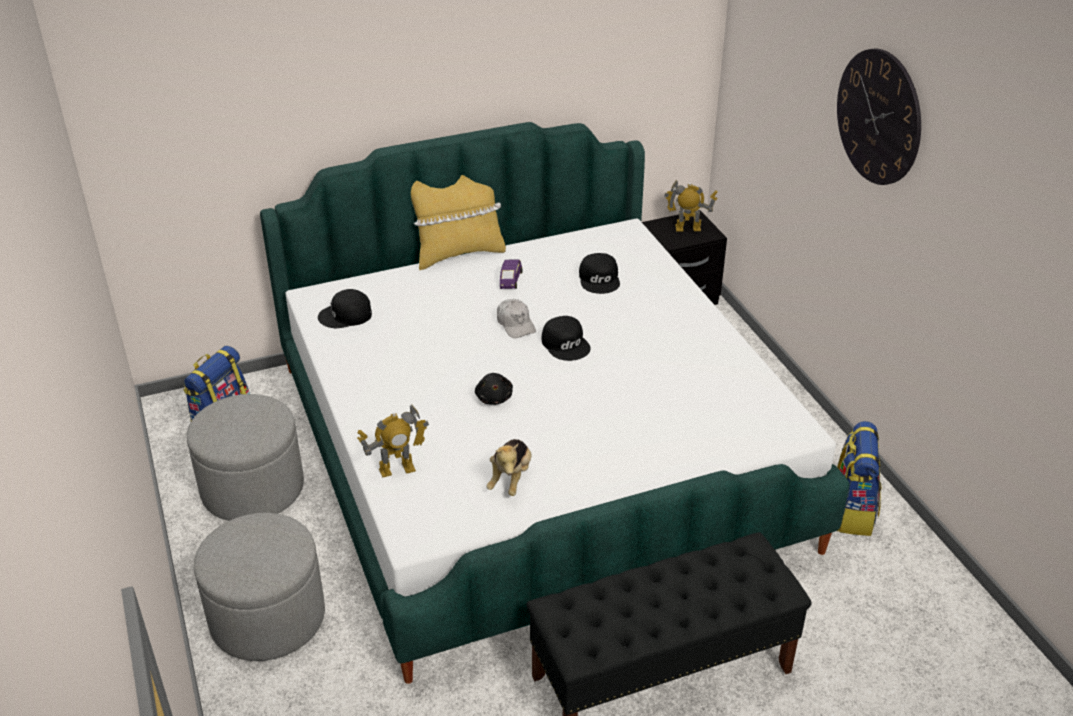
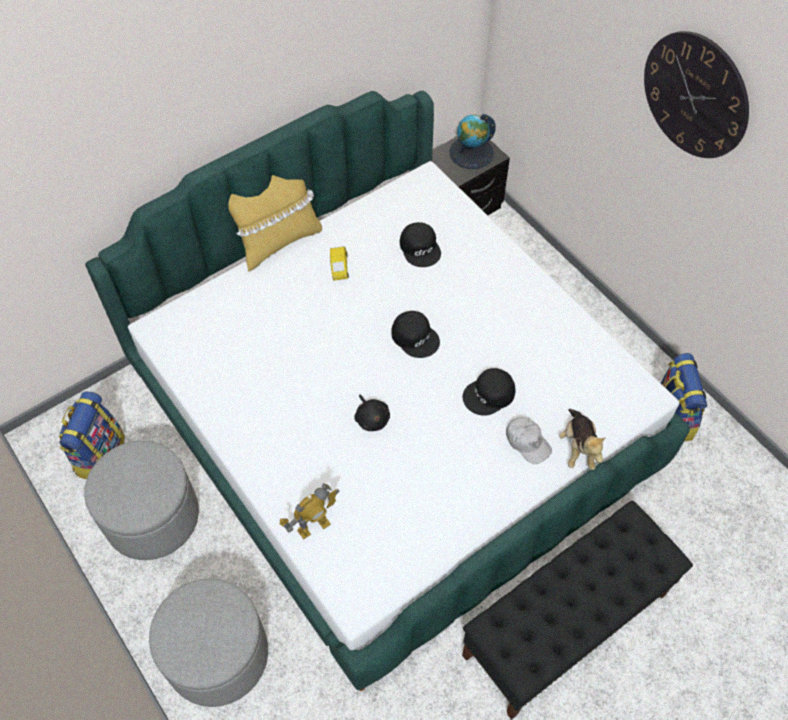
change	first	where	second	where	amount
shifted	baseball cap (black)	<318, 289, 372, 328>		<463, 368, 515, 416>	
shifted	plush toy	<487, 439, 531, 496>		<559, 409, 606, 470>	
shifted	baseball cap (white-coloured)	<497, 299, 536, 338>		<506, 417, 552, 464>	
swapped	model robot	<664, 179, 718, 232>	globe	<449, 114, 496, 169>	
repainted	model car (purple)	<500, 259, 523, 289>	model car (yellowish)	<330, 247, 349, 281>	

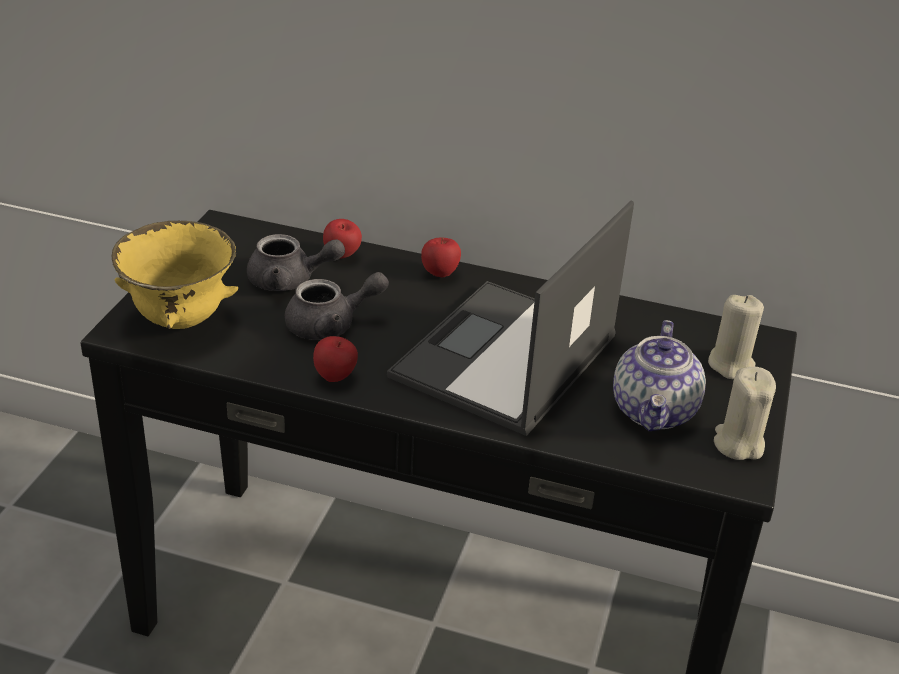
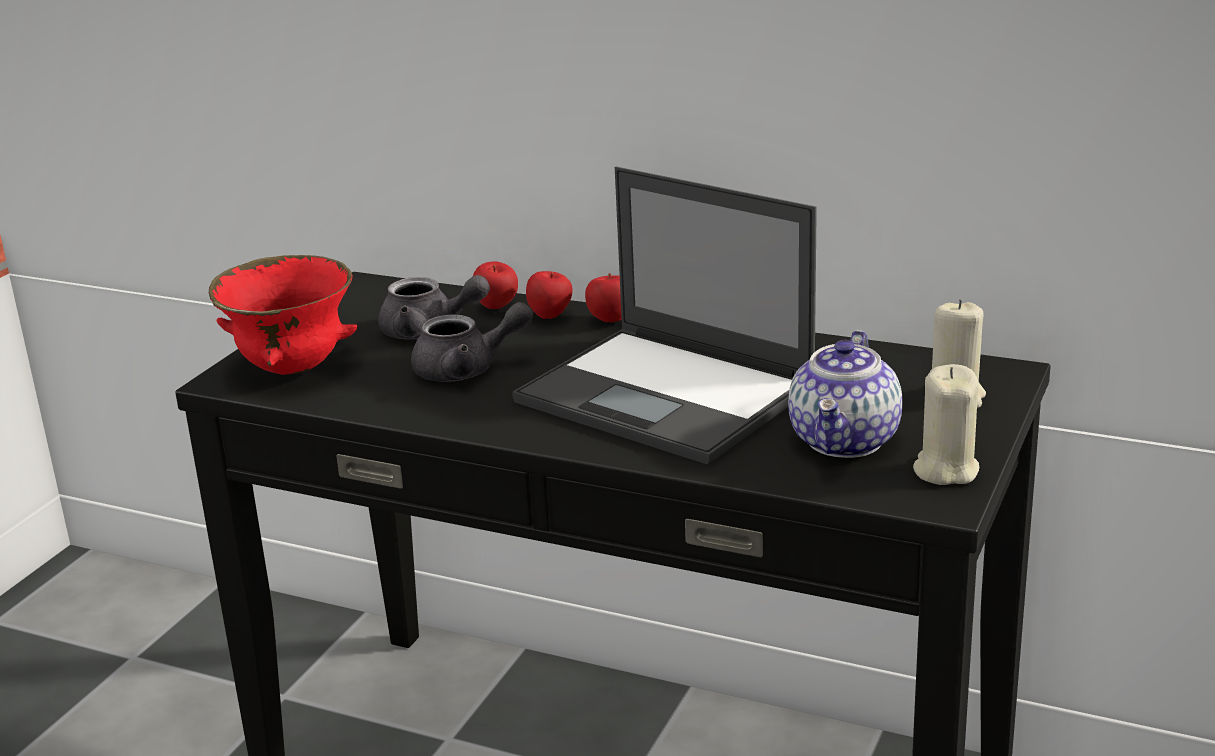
change	first	where	second	where	amount
shifted	whole apple	<313, 336, 358, 382>		<526, 271, 573, 319>	
repainted	deep dish (yellowish)	<112, 221, 238, 329>	deep dish (reddish)	<208, 255, 357, 375>	
rotated	notebook computer	<387, 201, 634, 436>		<512, 167, 817, 465>	90 degrees counterclockwise

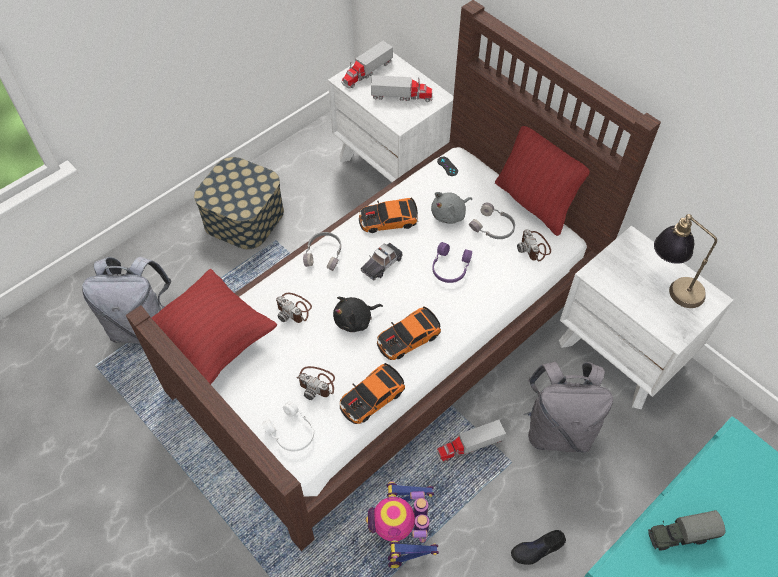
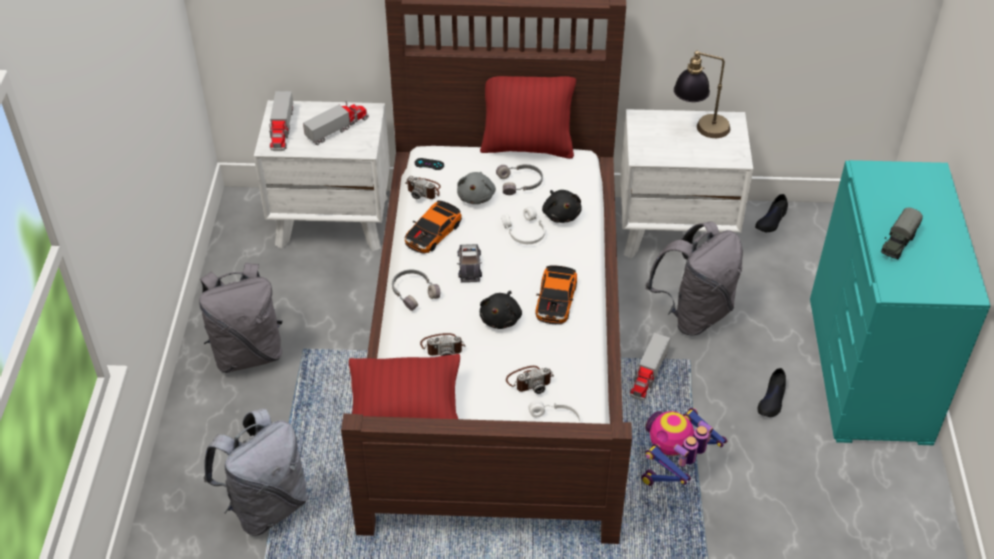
change	first	where	second	where	amount
gone	model car	<340, 363, 405, 424>			
new			plush toy (black)	<542, 190, 582, 223>	
new			low shoe (black)	<755, 194, 788, 232>	
shifted	still camera	<517, 229, 551, 261>		<405, 176, 441, 199>	
swapped	storage container	<194, 157, 284, 249>	rucksack (greyish)	<199, 263, 283, 373>	
repainted	headset (purple)	<432, 242, 472, 283>	headset (white-coloured)	<501, 206, 545, 244>	
rotated	model robot	<366, 481, 439, 568>		<641, 408, 727, 486>	90 degrees clockwise

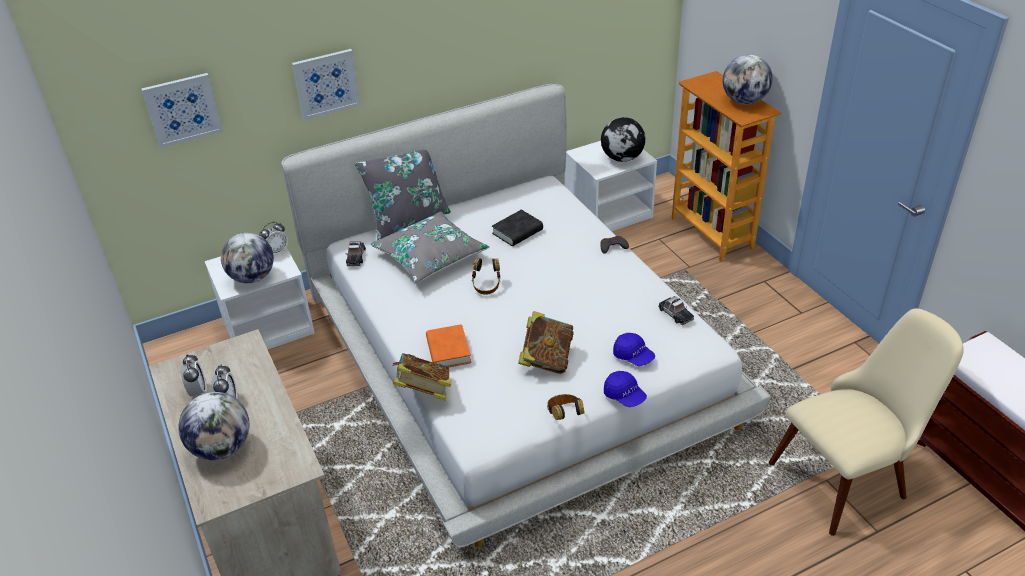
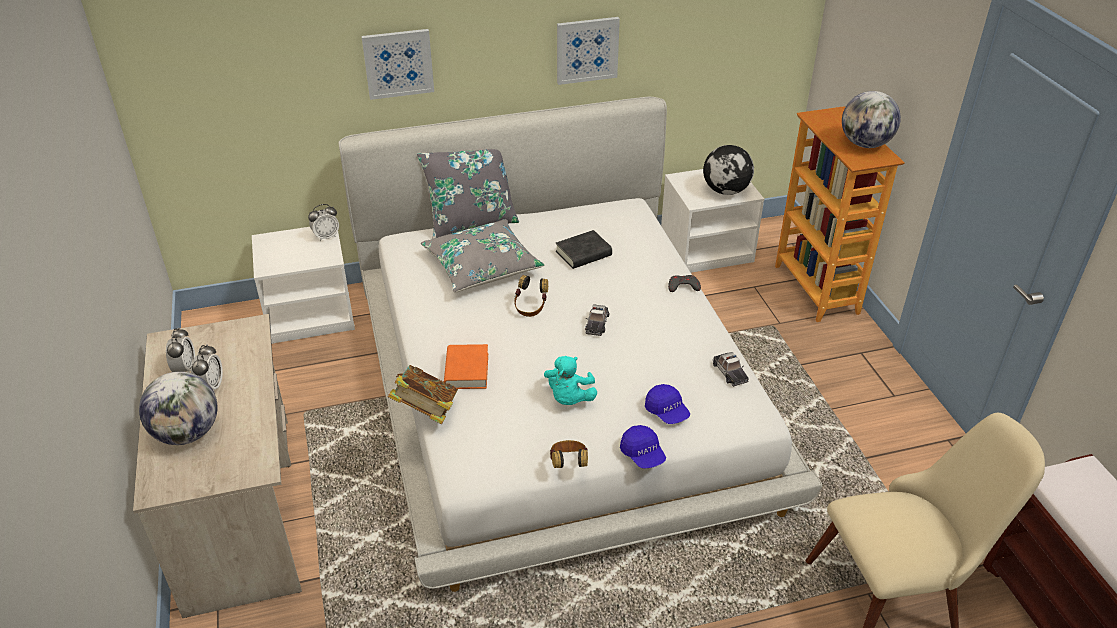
change	first	where	second	where	amount
gone	globe	<221, 232, 274, 283>			
shifted	wall art	<141, 73, 223, 148>		<557, 17, 620, 85>	
shifted	model car	<345, 241, 366, 266>		<585, 304, 609, 336>	
swapped	book	<518, 311, 574, 374>	plush toy (turquoise-coloured)	<544, 356, 597, 405>	

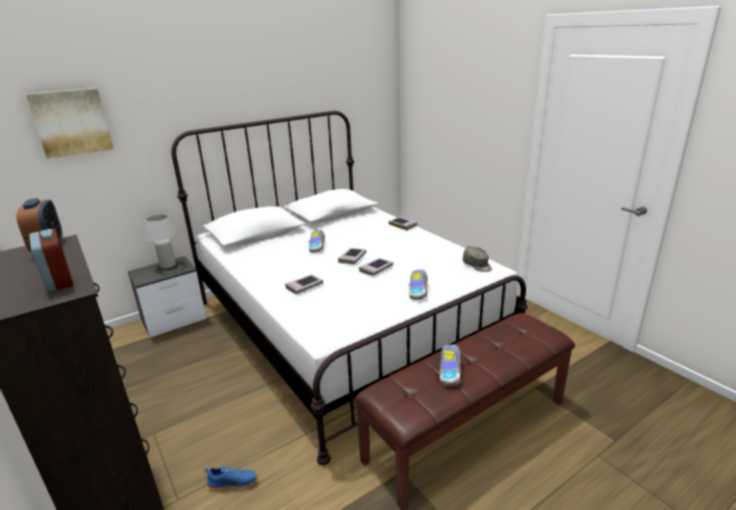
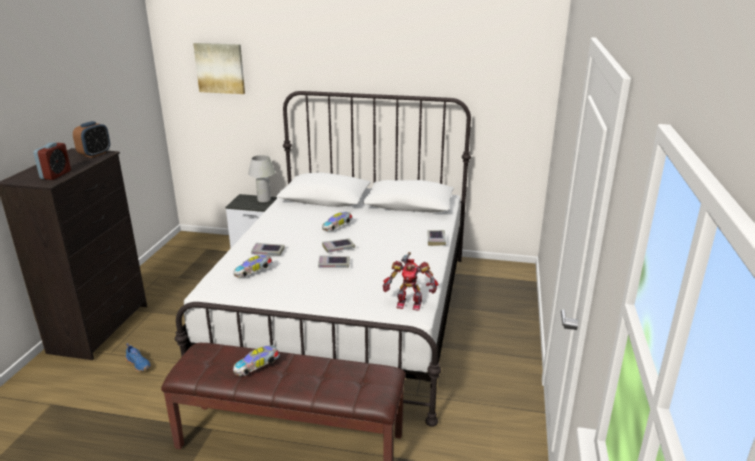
change	first	where	second	where	amount
shifted	model car	<408, 270, 428, 300>		<233, 255, 273, 277>	
swapped	baseball cap (greyish)	<463, 246, 492, 272>	model robot	<383, 252, 439, 311>	

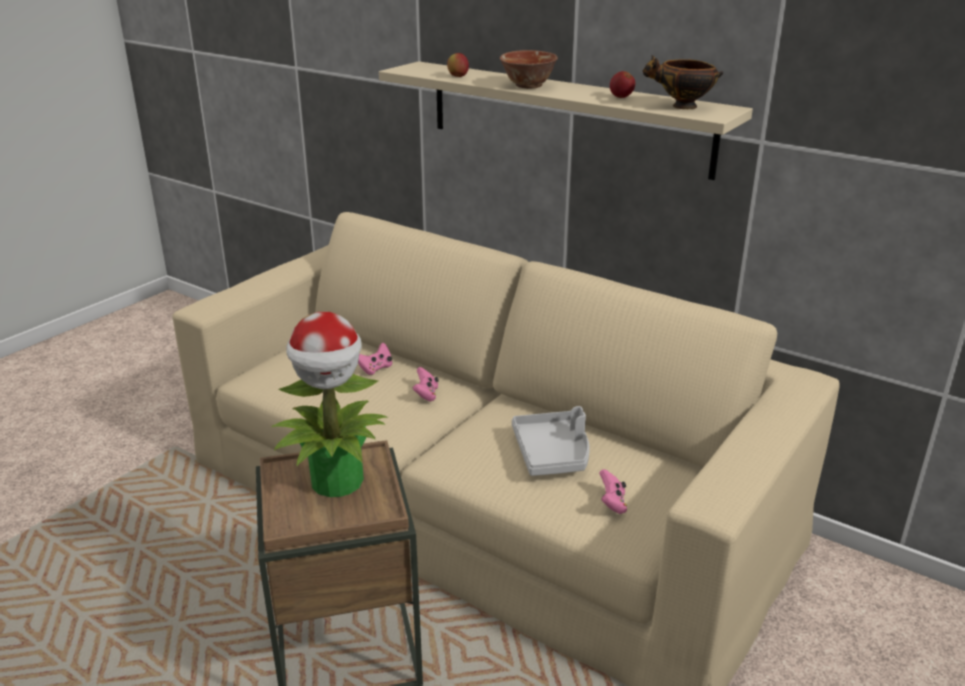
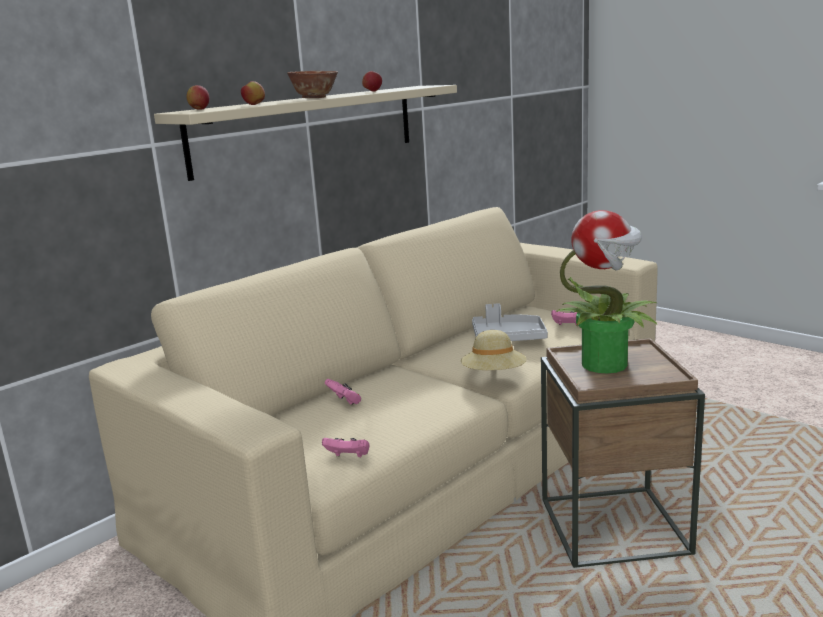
change	first	where	second	where	amount
gone	deep dish	<643, 55, 723, 109>			
new			whole apple	<186, 85, 210, 110>	
new			wearable hat (beige)	<461, 330, 527, 370>	
shifted	game controller (pinkish)	<412, 367, 439, 401>		<322, 438, 369, 457>	

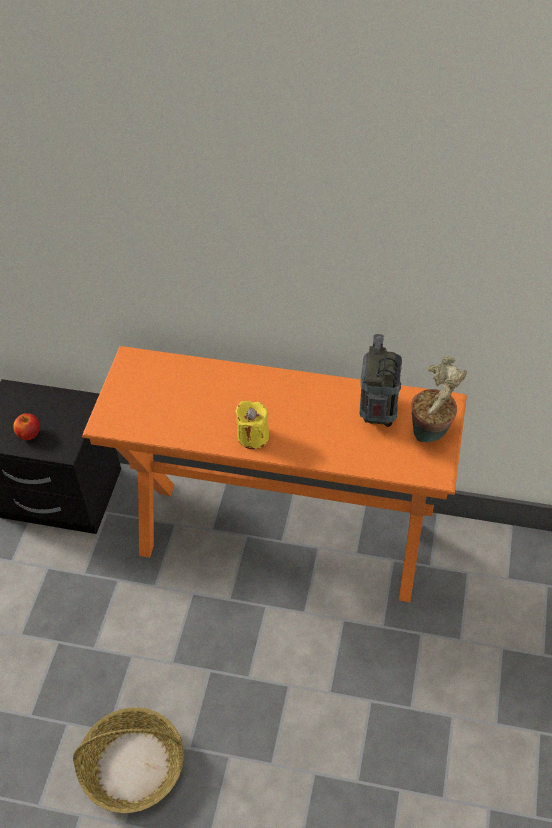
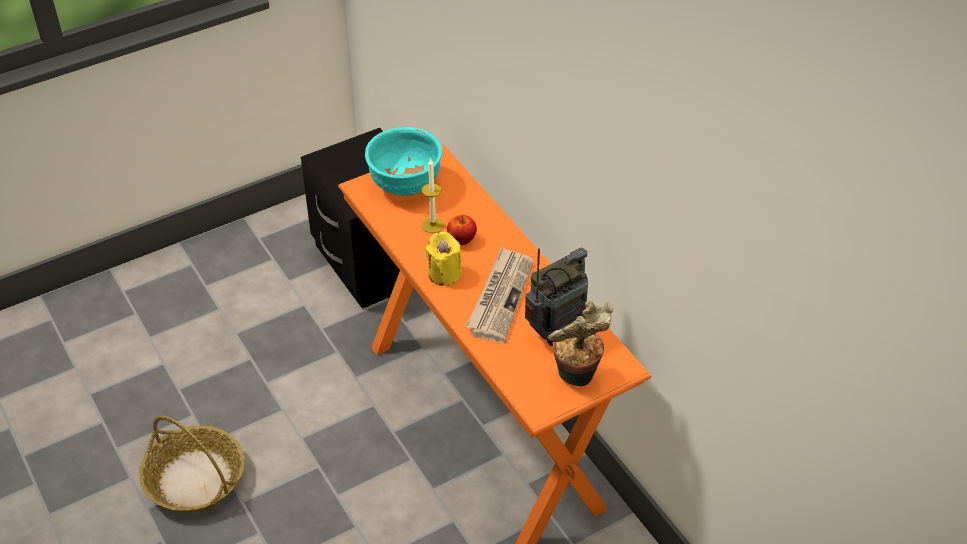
change	first	where	second	where	amount
new			deep dish (turquoise-coloured)	<365, 127, 442, 196>	
new			wax candle	<421, 158, 445, 233>	
new			daily paper	<466, 246, 534, 343>	
shifted	whole apple	<13, 413, 40, 440>		<447, 215, 477, 245>	

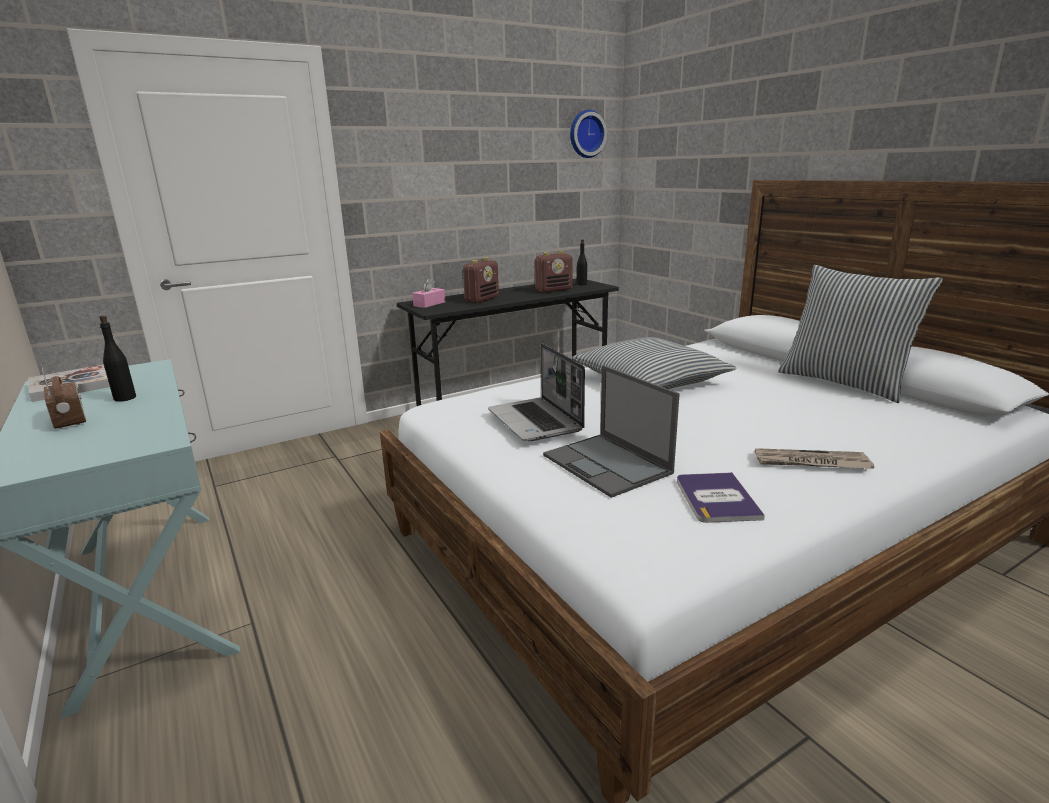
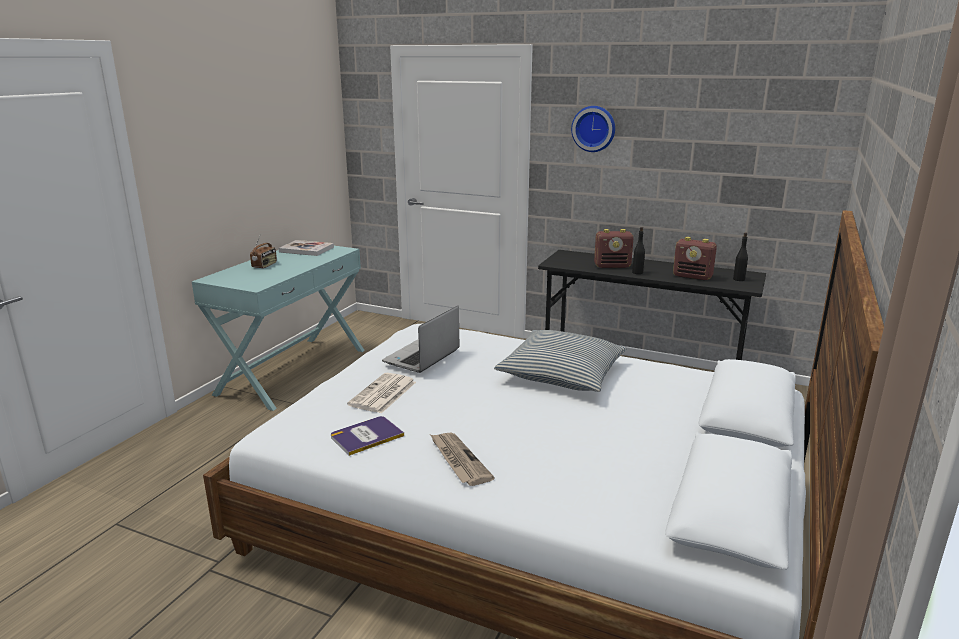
change	first	where	second	where	amount
gone	box of tissues (pinkish)	<412, 278, 445, 308>			
gone	throw pillow	<778, 265, 943, 403>			
shifted	beverage bottle (black)	<99, 315, 136, 402>		<632, 227, 645, 274>	
shifted	wall clock	<570, 110, 607, 158>		<571, 106, 615, 152>	
swapped	notebook computer	<543, 365, 680, 498>	daily paper	<347, 373, 416, 414>	

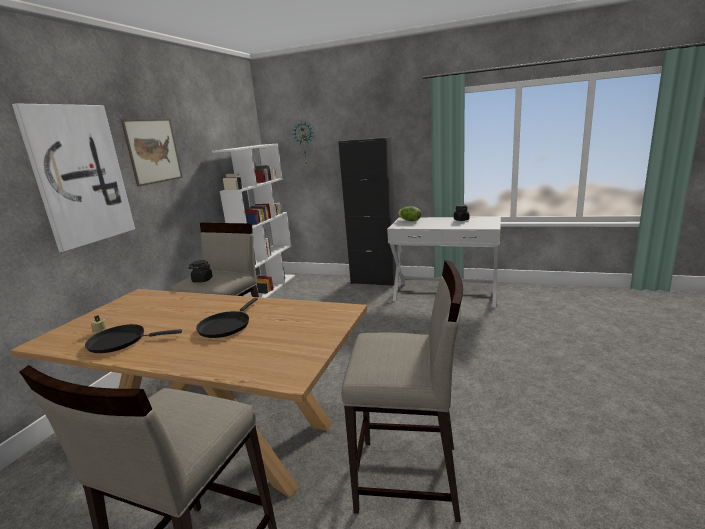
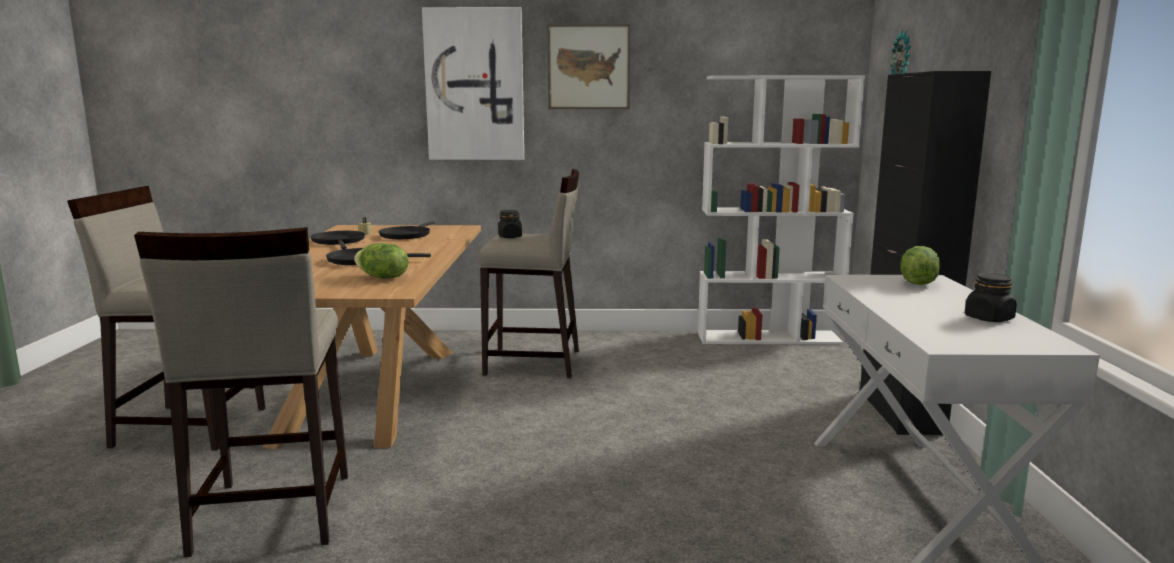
change	first	where	second	where	amount
new			lettuce head	<354, 243, 409, 279>	
new			frying pan (black)	<378, 221, 435, 239>	

